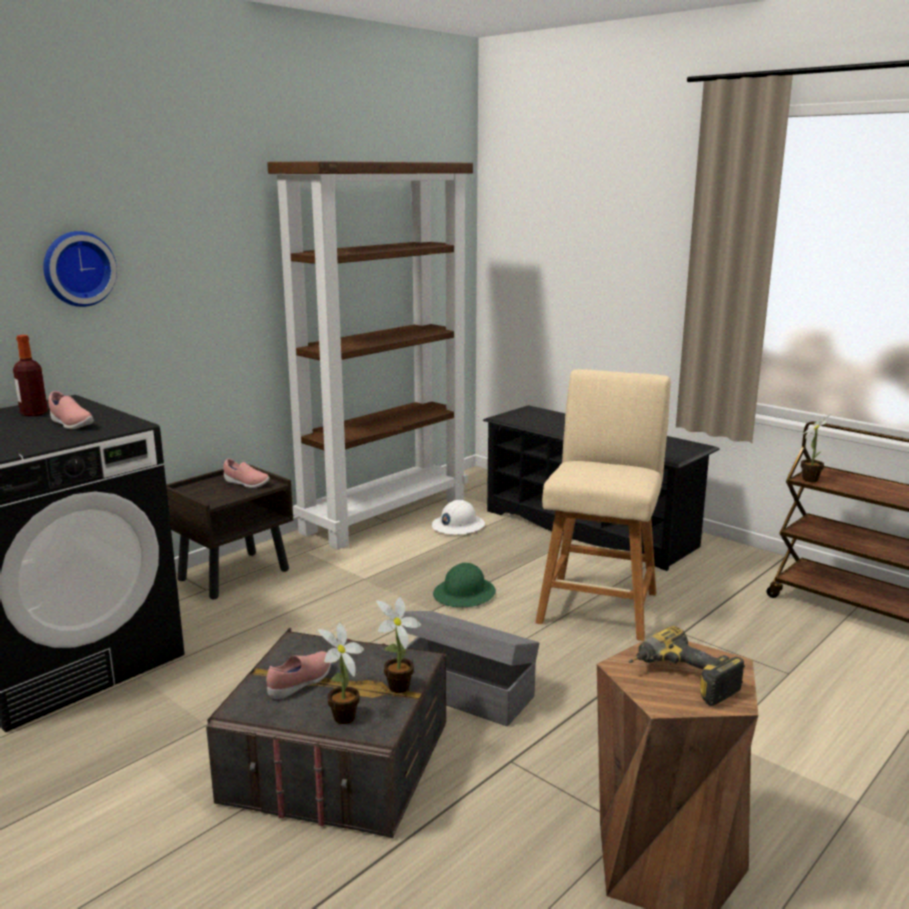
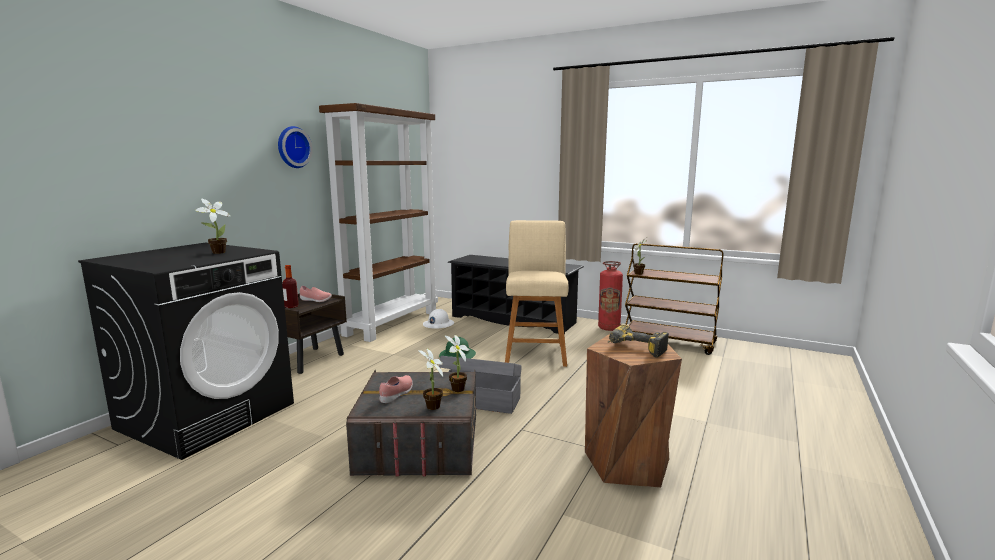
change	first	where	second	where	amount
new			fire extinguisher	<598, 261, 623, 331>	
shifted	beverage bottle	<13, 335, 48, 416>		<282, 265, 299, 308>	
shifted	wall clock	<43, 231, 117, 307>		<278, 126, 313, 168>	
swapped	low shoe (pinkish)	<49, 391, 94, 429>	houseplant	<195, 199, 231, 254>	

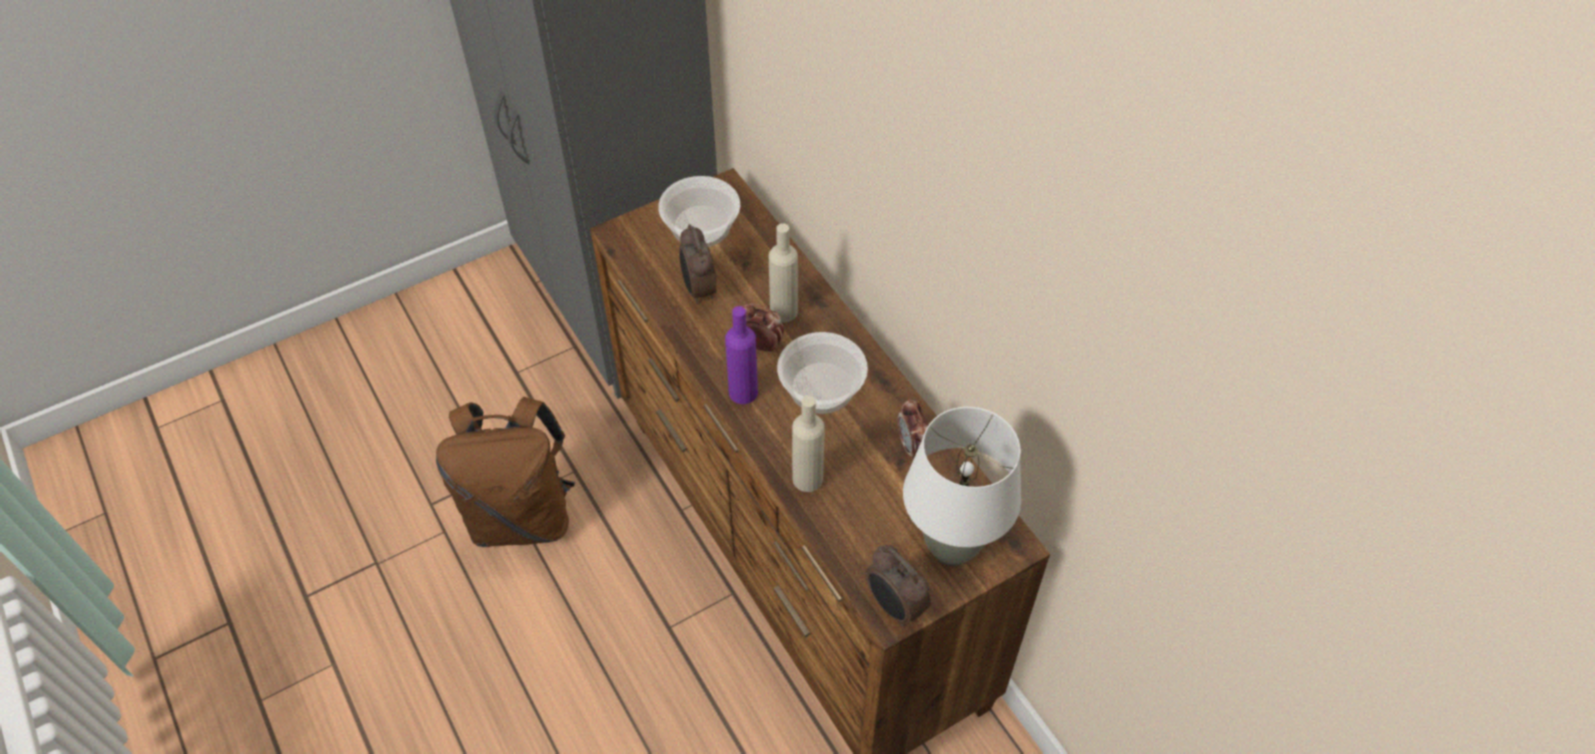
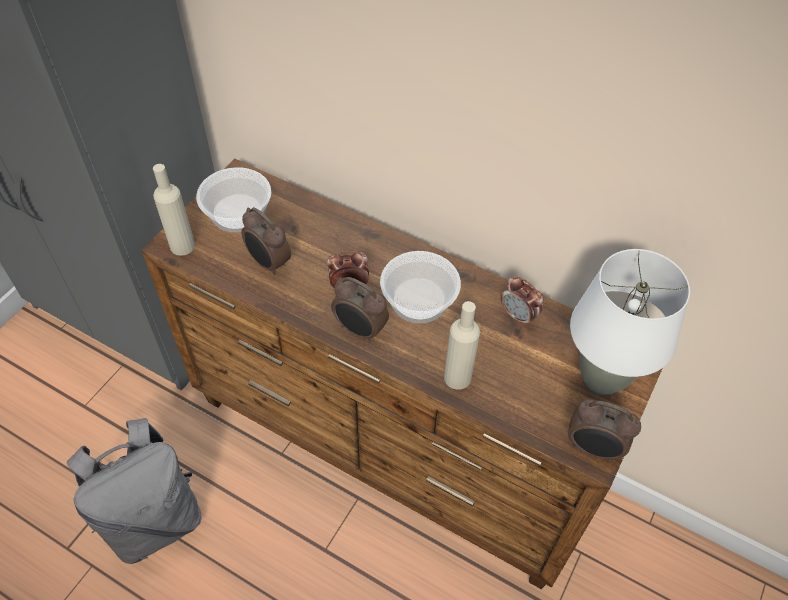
change	first	where	second	where	amount
shifted	beverage bottle (beige)	<769, 223, 798, 323>		<153, 164, 195, 256>	
swapped	beverage bottle (purple)	<725, 306, 758, 404>	alarm clock	<331, 277, 389, 342>	
repainted	rucksack (brownish)	<436, 397, 575, 547>	rucksack (greyish)	<67, 418, 202, 564>	

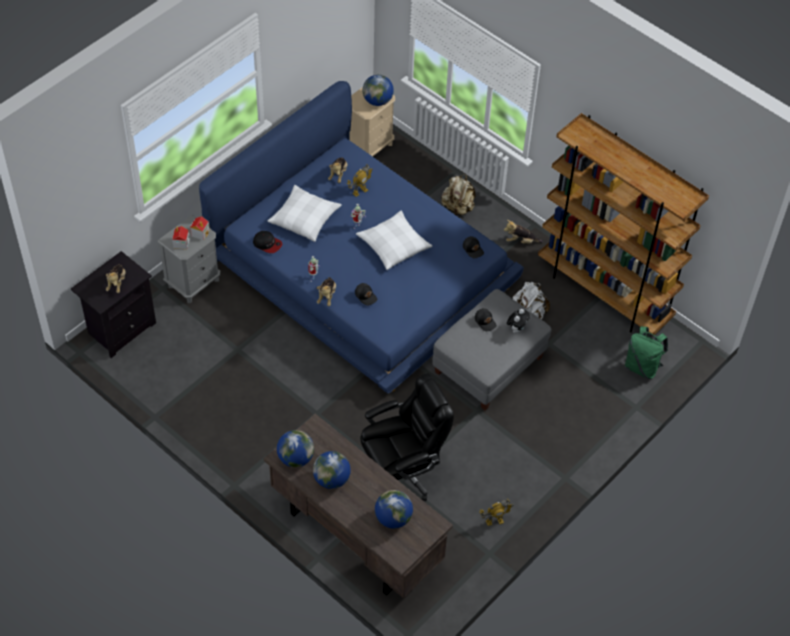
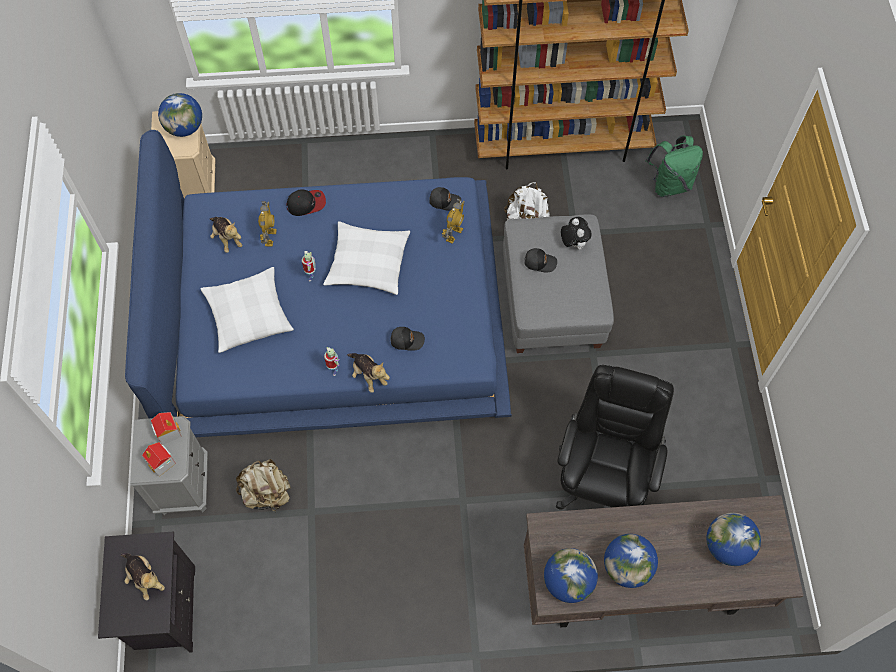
change	first	where	second	where	amount
gone	plush toy	<504, 220, 543, 244>			
shifted	baseball cap	<253, 231, 282, 253>		<287, 189, 326, 216>	
shifted	rucksack (beige)	<441, 174, 476, 216>		<236, 459, 291, 512>	
shifted	model robot	<480, 499, 514, 526>		<442, 198, 465, 244>	

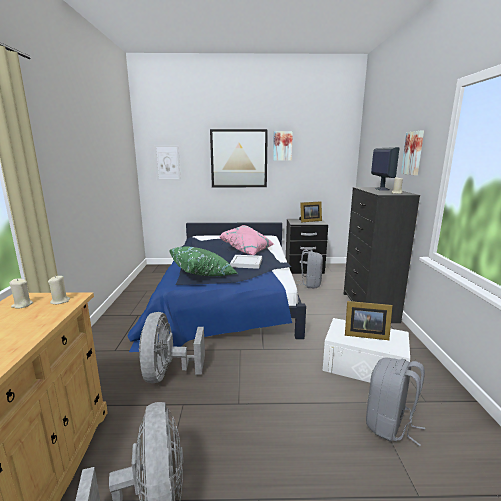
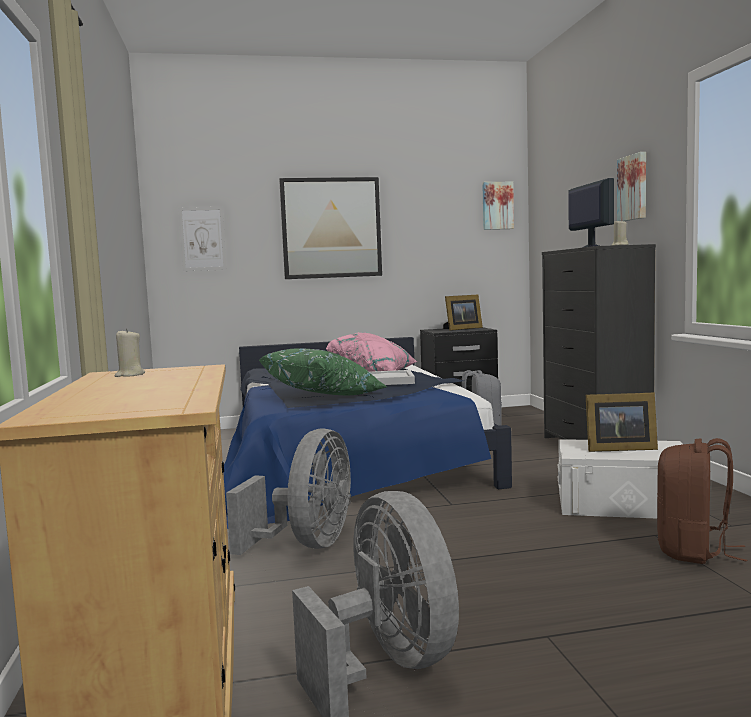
change	first	where	second	where	amount
gone	wax candle (beige)	<48, 275, 70, 304>			
shifted	wall art	<273, 131, 293, 161>		<482, 182, 514, 230>	
repainted	rucksack (greyish)	<366, 358, 425, 446>	rucksack (brownish)	<657, 438, 747, 564>	
rotated	fan (greyish)	<139, 312, 205, 383>		<226, 428, 351, 555>	150 degrees counterclockwise

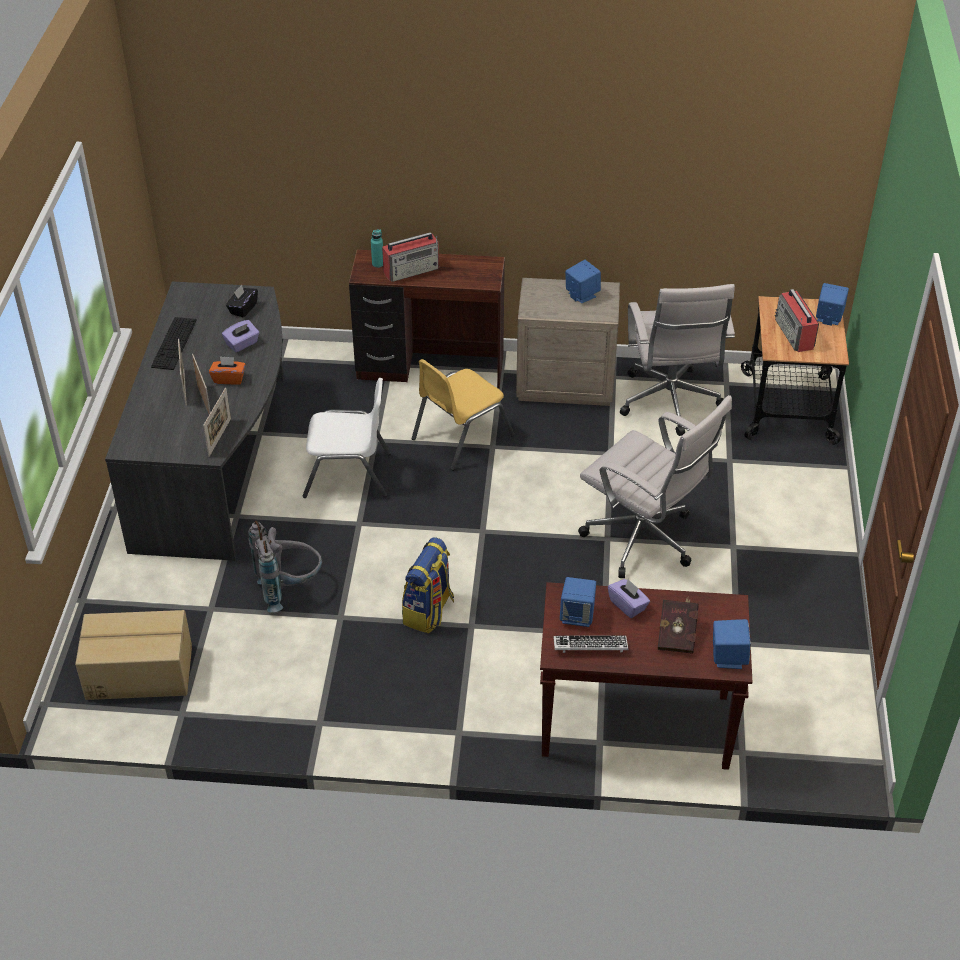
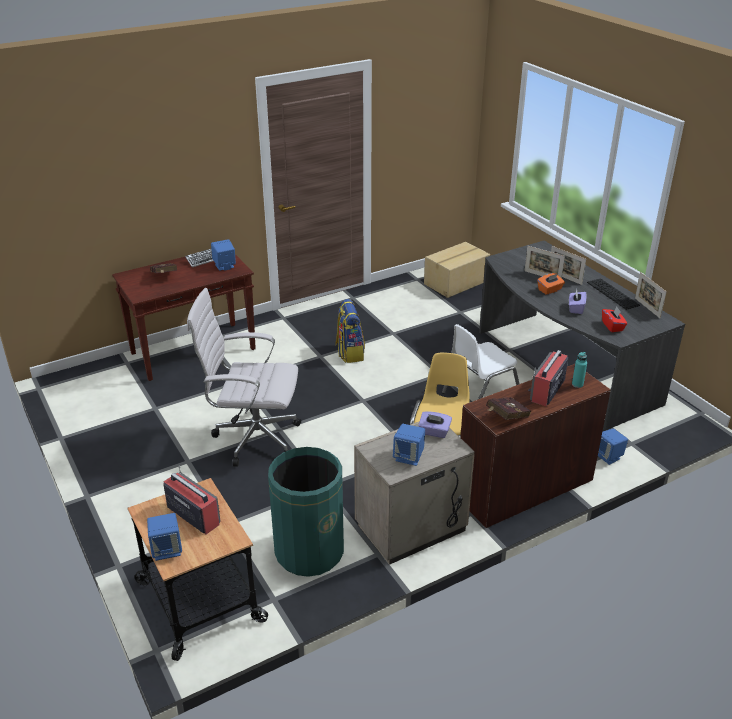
change	first	where	second	where	amount
gone	rucksack (greyish)	<248, 520, 322, 613>			
new			book (reddish)	<486, 397, 531, 420>	
shifted	picture frame	<203, 388, 231, 457>		<635, 272, 667, 318>	
shifted	box of tissues (purple)	<608, 579, 650, 618>		<418, 411, 452, 438>	
shifted	loudspeaker (bluish)	<713, 619, 751, 669>		<598, 428, 628, 465>	
swapped	computer chair (white-coloured)	<620, 284, 735, 436>	waste bin (green)	<268, 447, 344, 577>	
repainted	box of tissues (black)	<226, 285, 258, 317>	box of tissues (reddish)	<602, 307, 627, 332>	

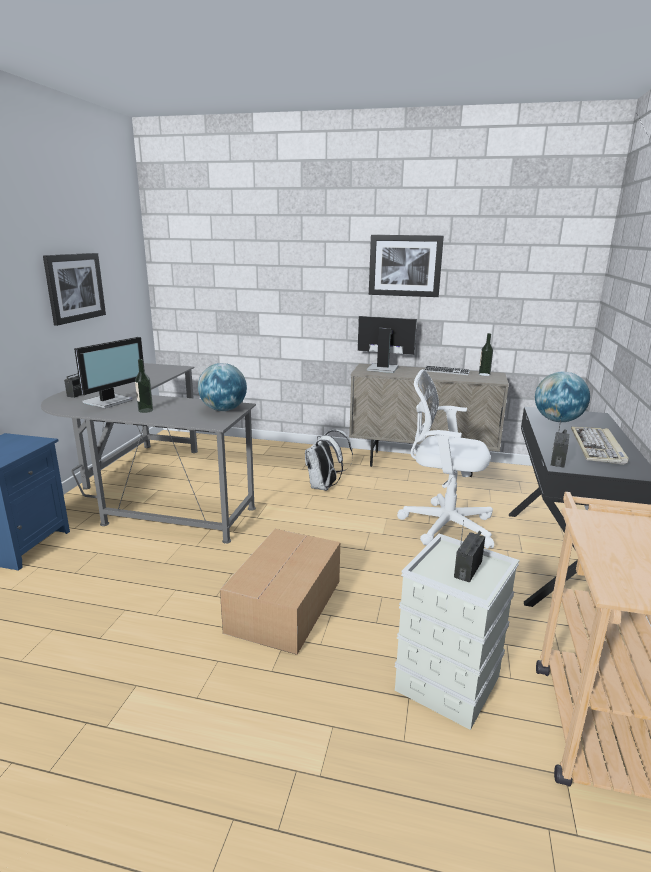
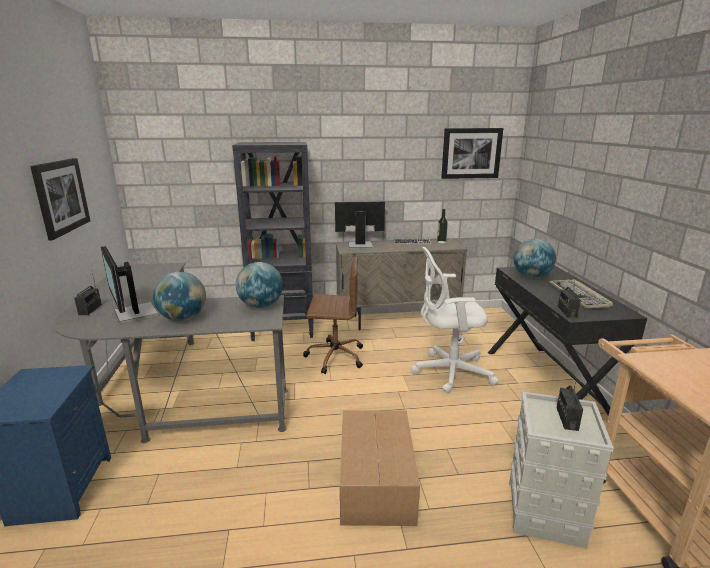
change	first	where	second	where	amount
new			bookcase (black)	<232, 142, 314, 341>	
shifted	wall art	<369, 235, 444, 297>		<441, 128, 503, 179>	
swapped	beverage bottle	<135, 359, 153, 413>	globe	<153, 272, 206, 321>	
swapped	rucksack (white-coloured)	<305, 430, 353, 491>	computer chair (brownish)	<303, 257, 363, 374>	
rotated	computer display	<74, 337, 145, 408>		<101, 246, 158, 324>	135 degrees clockwise

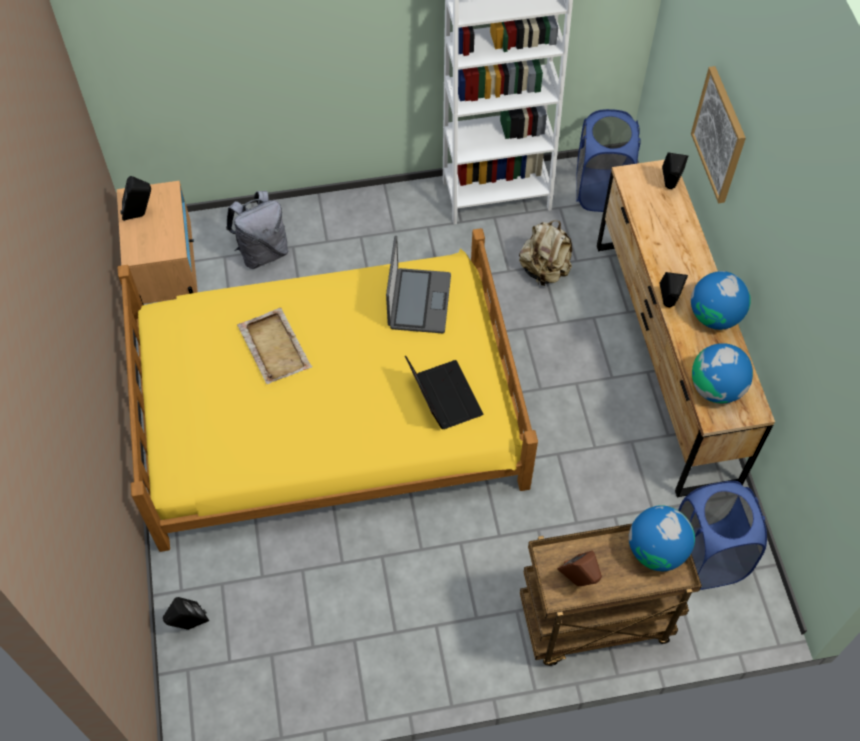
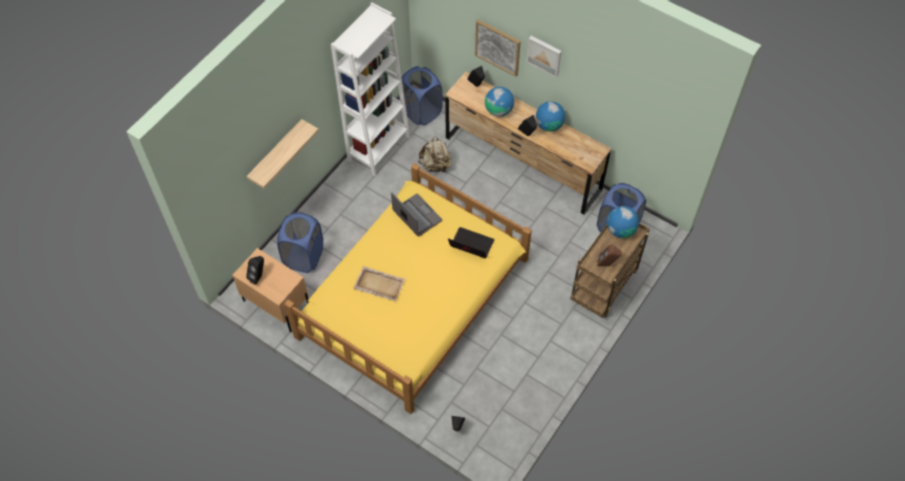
change	first	where	second	where	amount
new			wall shelf	<247, 119, 319, 189>	
new			wall art	<527, 36, 562, 77>	
shifted	globe	<692, 343, 753, 403>		<485, 87, 514, 117>	
swapped	rucksack (greyish)	<226, 191, 288, 269>	washing basket (bluish)	<277, 212, 323, 273>	

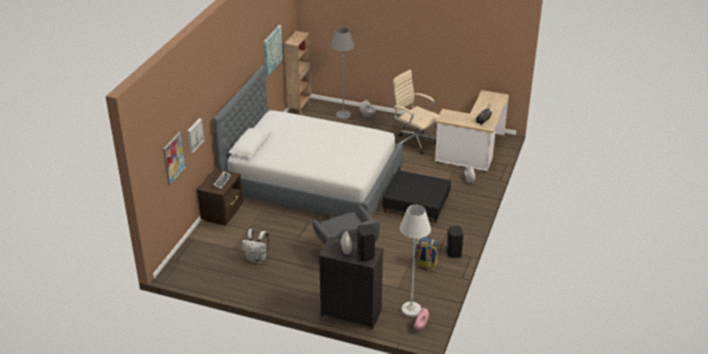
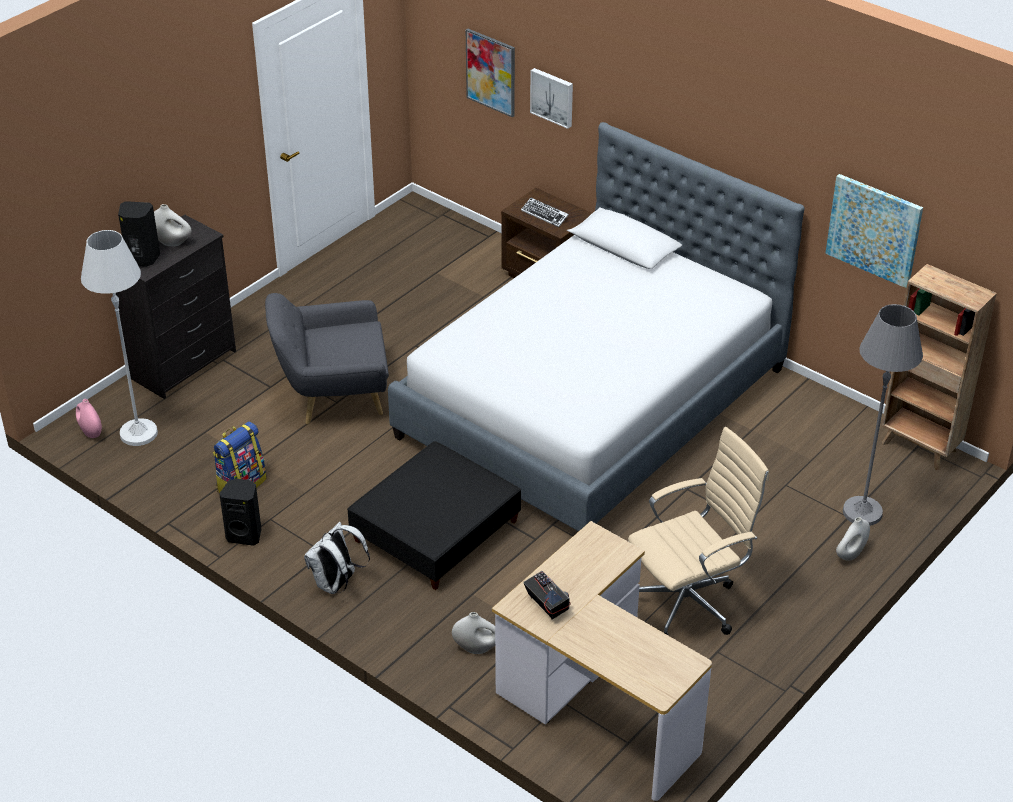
change	first	where	second	where	amount
shifted	rucksack (white-coloured)	<241, 229, 269, 263>		<304, 522, 370, 594>	

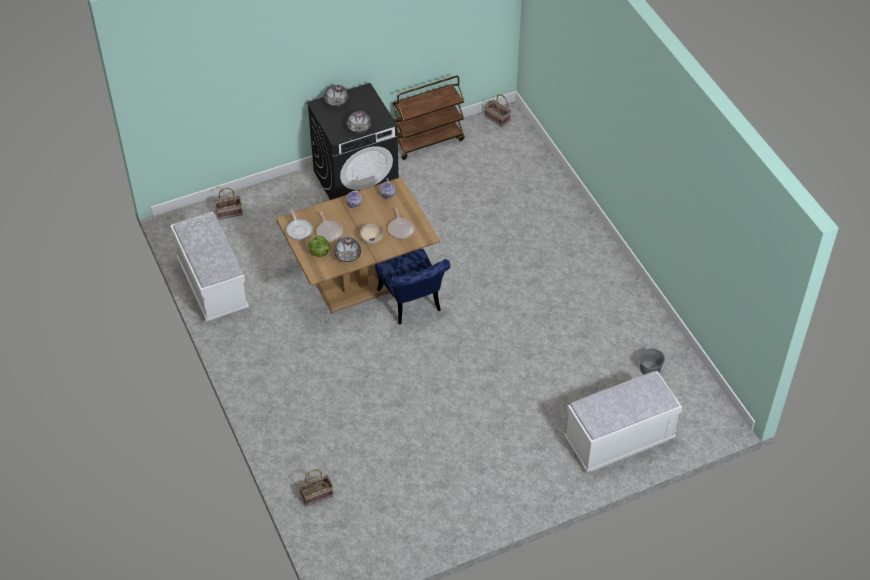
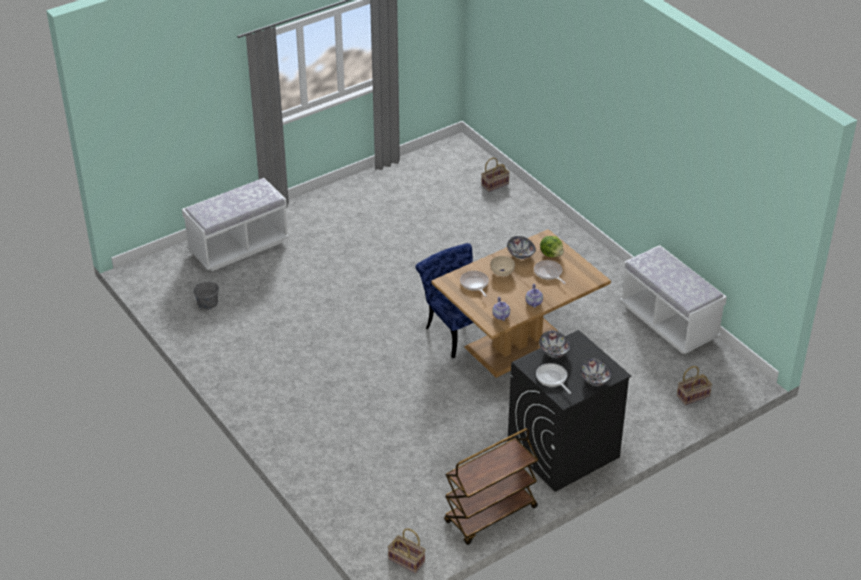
change	first	where	second	where	amount
shifted	frying pan	<286, 209, 313, 240>		<536, 363, 571, 394>	

